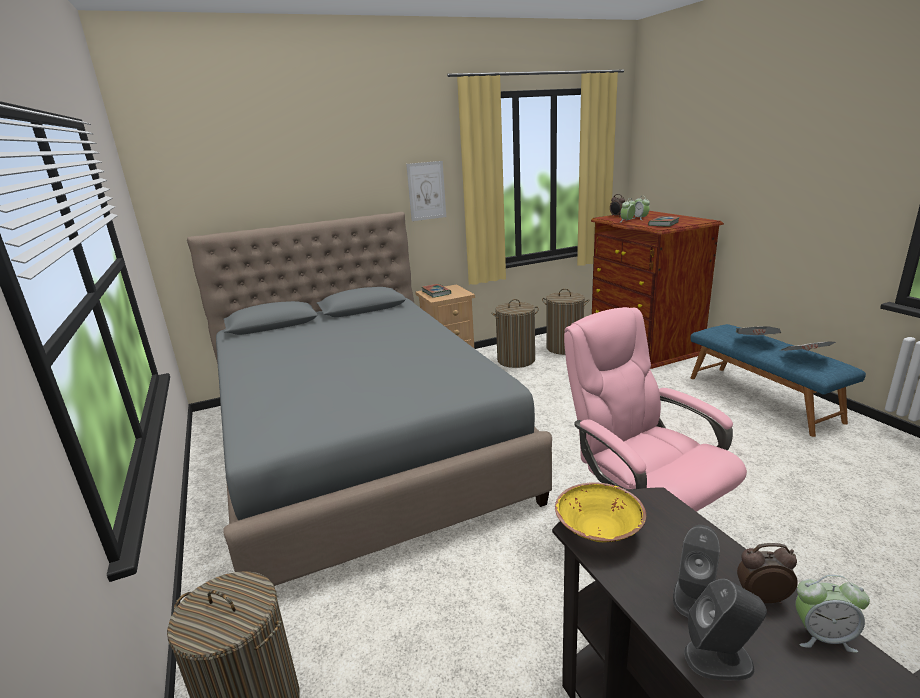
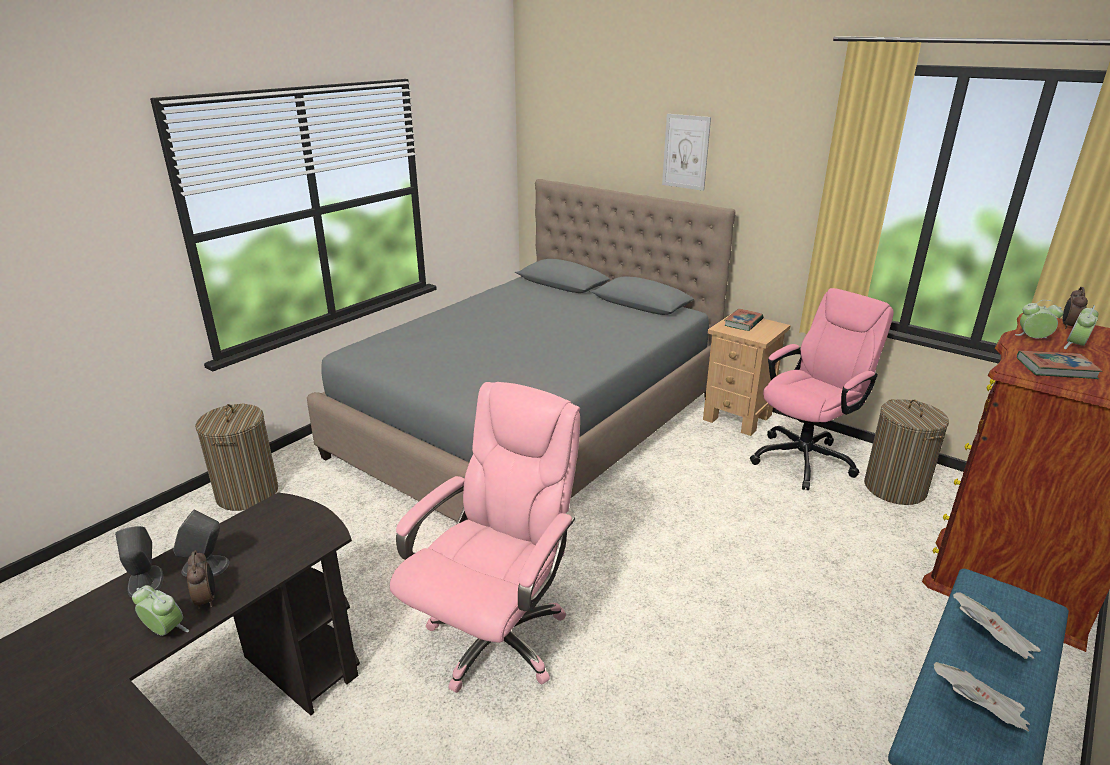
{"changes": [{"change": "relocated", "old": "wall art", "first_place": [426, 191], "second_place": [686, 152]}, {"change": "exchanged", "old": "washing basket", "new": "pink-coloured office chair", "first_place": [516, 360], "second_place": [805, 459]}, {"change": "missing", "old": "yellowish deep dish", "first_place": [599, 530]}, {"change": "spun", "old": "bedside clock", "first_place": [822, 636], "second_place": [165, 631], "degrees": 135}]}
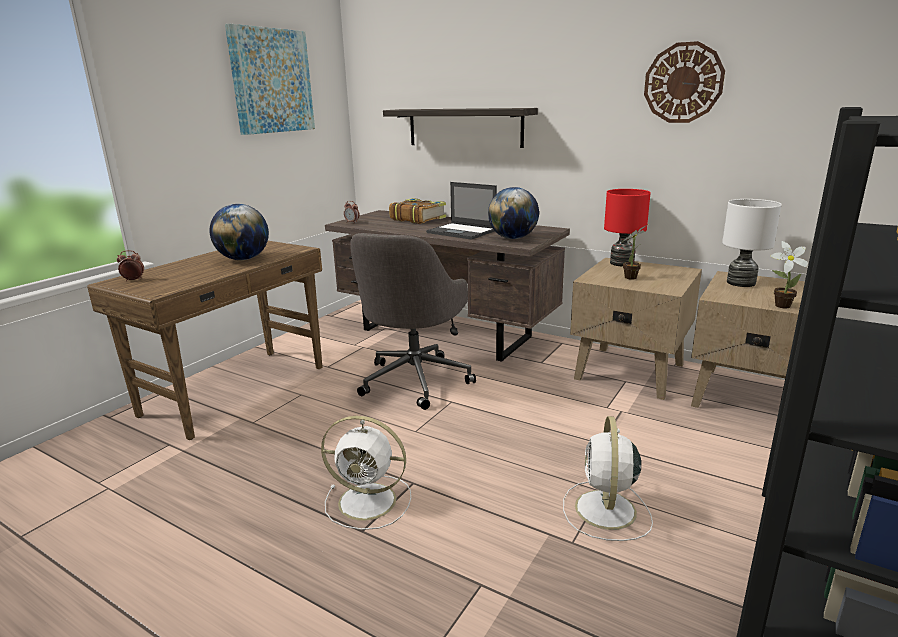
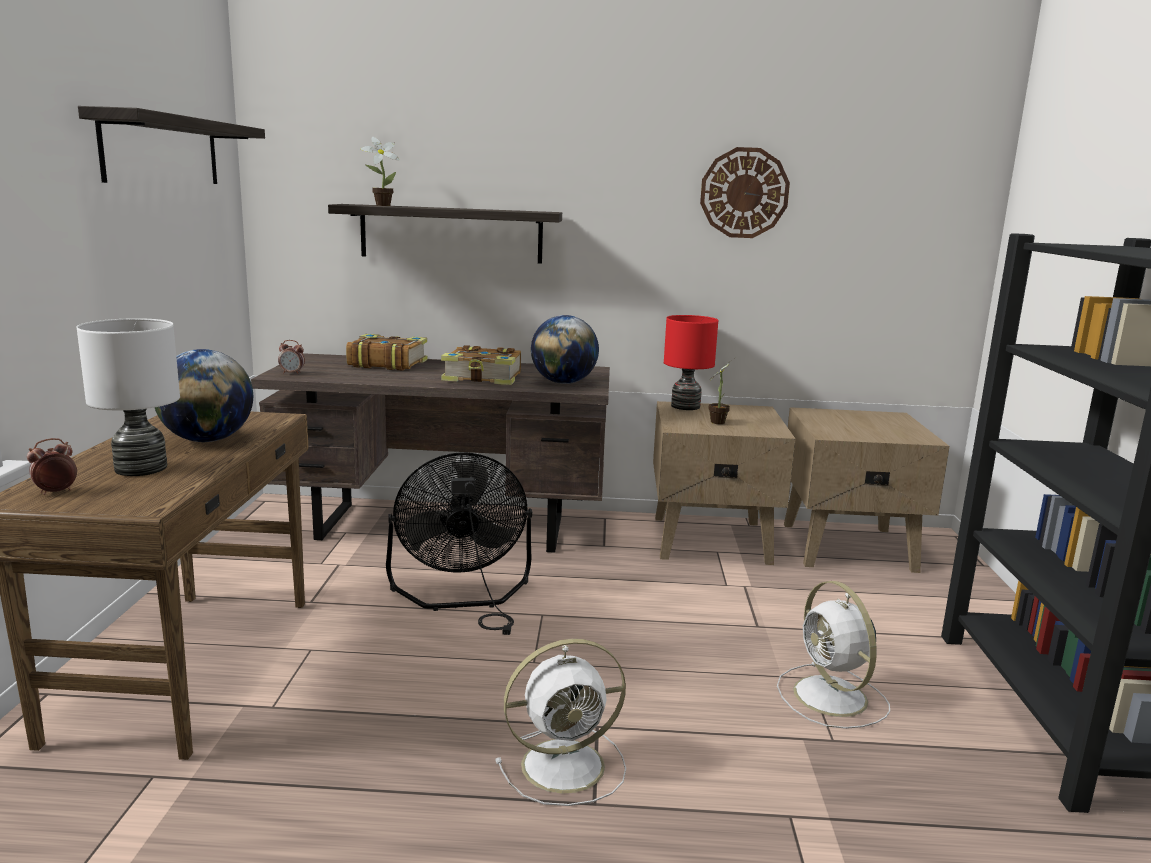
{"changes": [{"change": "exchanged", "old": "wall art", "new": "bracket shelf", "first_place": [271, 81], "second_place": [162, 151]}, {"change": "exchanged", "old": "grey office chair", "new": "black-coloured electric fan", "first_place": [415, 381], "second_place": [467, 598]}, {"change": "exchanged", "old": "portable computer", "new": "bound book", "first_place": [462, 232], "second_place": [483, 378]}, {"change": "relocated", "old": "white-coloured lamp for a table", "first_place": [741, 283], "second_place": [141, 468]}, {"change": "relocated", "old": "potted plant", "first_place": [779, 306], "second_place": [380, 205]}]}
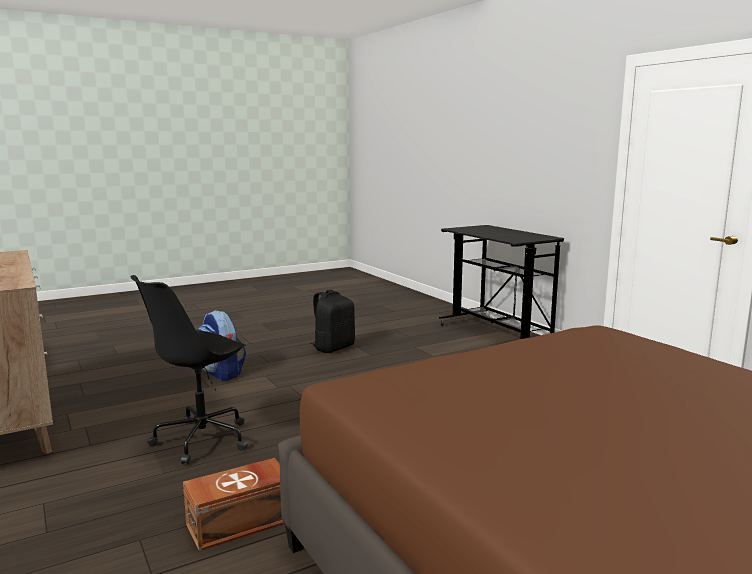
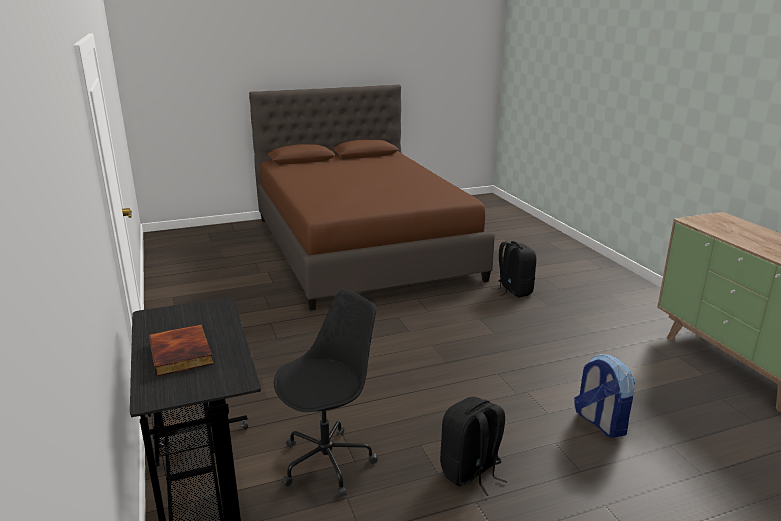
{"changes": [{"change": "relocated", "old": "black-coloured office chair", "first_place": [199, 441], "second_place": [329, 461]}, {"change": "exchanged", "old": "brown storage container", "new": "black-coloured backpack", "first_place": [242, 523], "second_place": [513, 290]}, {"change": "appeared", "new": "bound book", "second_place": [182, 353]}]}
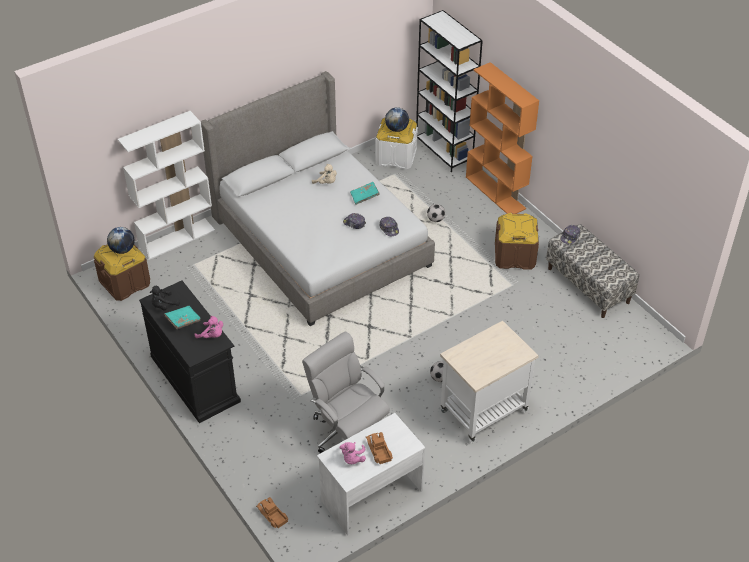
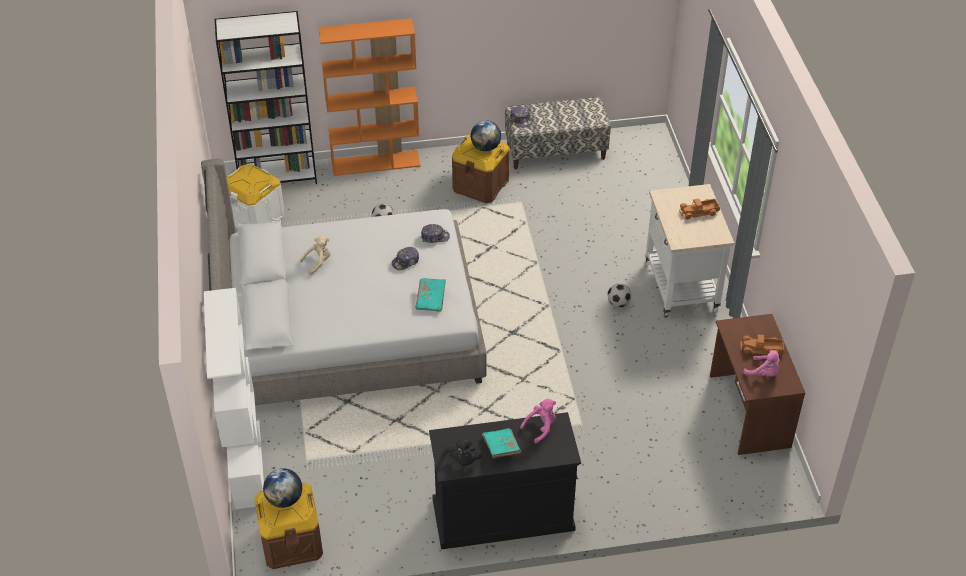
{"changes": [{"change": "relocated", "old": "toy lorry", "first_place": [272, 515], "second_place": [699, 212]}, {"change": "missing", "old": "grey office chair", "first_place": [347, 431]}, {"change": "colour", "old": "white-coloured desk unit", "new": "brown desk unit", "first_place": [371, 495], "second_place": [748, 411]}, {"change": "relocated", "old": "blue-green bound book", "first_place": [364, 197], "second_place": [431, 299]}, {"change": "relocated", "old": "desk globe", "first_place": [397, 129], "second_place": [485, 147]}]}
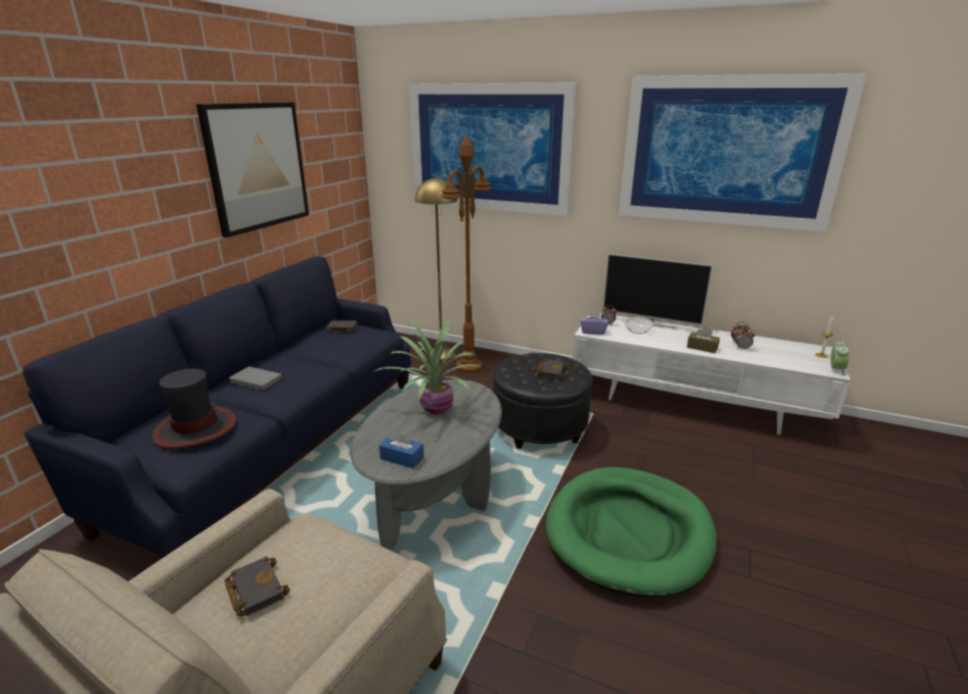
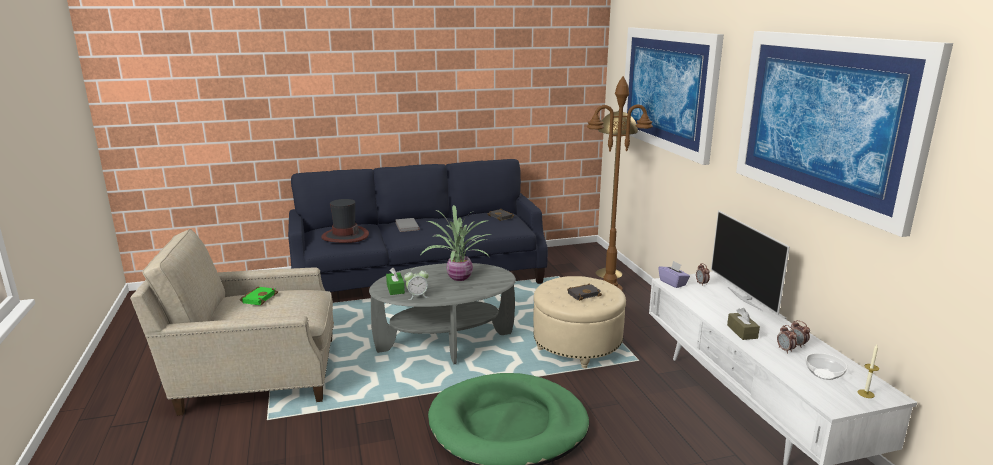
{"changes": [{"change": "missing", "old": "wall art", "first_place": [257, 166]}, {"change": "colour", "old": "black-coloured bound book", "new": "greenish bound book", "first_place": [254, 589], "second_place": [259, 298]}, {"change": "colour", "old": "bluish box of tissues", "new": "greenish box of tissues", "first_place": [402, 458], "second_place": [395, 288]}, {"change": "colour", "old": "black-coloured pouffe", "new": "sand-coloured pouffe", "first_place": [539, 429], "second_place": [577, 348]}, {"change": "relocated", "old": "deep dish", "first_place": [637, 331], "second_place": [823, 374]}, {"change": "relocated", "old": "bedside clock", "first_place": [835, 370], "second_place": [417, 296]}]}
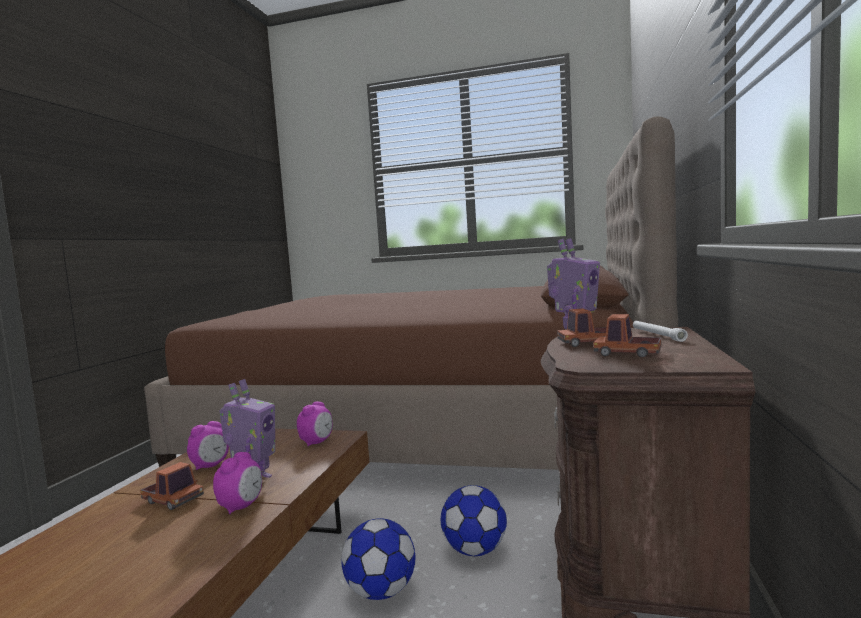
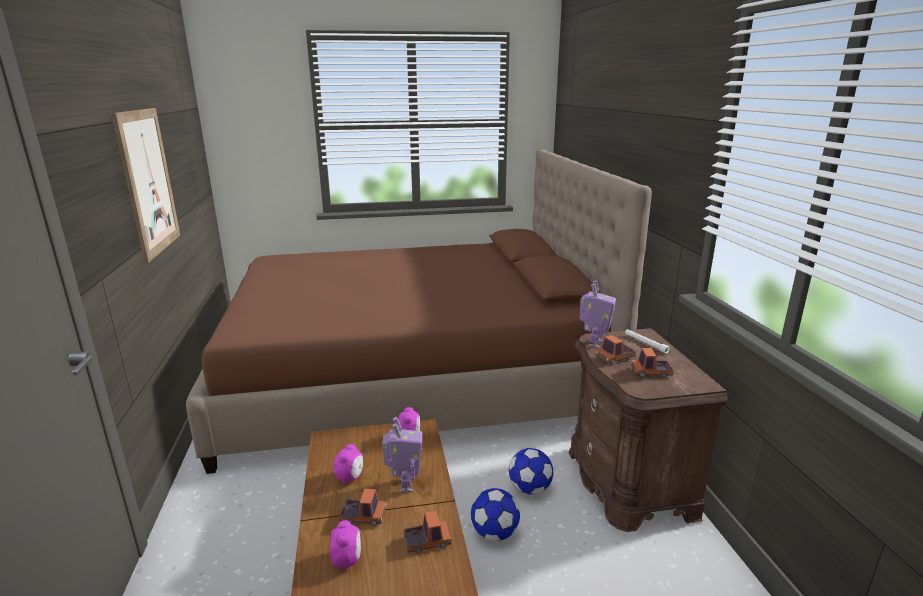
{"changes": [{"change": "relocated", "old": "bedside clock", "first_place": [241, 506], "second_place": [347, 560]}, {"change": "appeared", "new": "wall art", "second_place": [148, 182]}, {"change": "appeared", "new": "toy lorry", "second_place": [427, 541]}]}
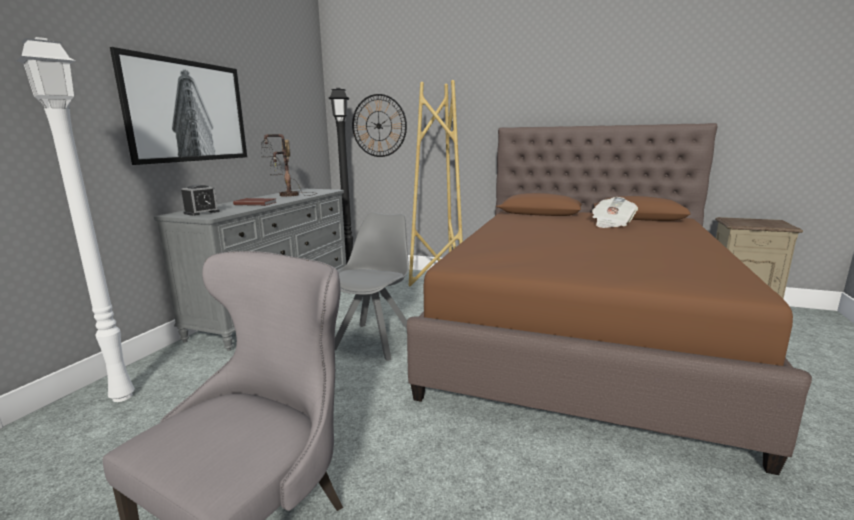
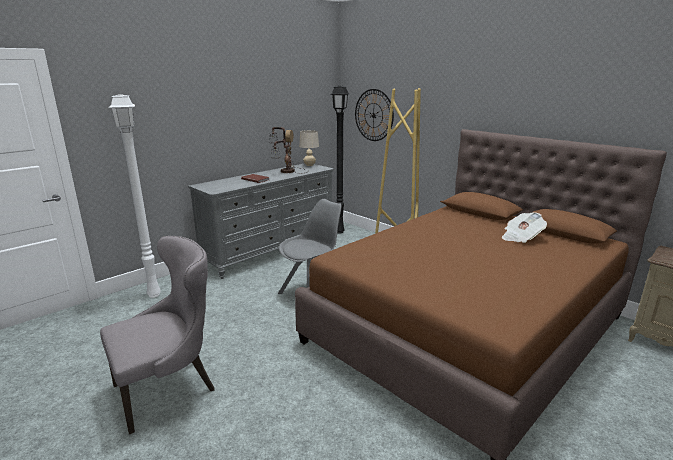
{"changes": [{"change": "missing", "old": "wall art", "first_place": [188, 111]}, {"change": "missing", "old": "bedside clock", "first_place": [202, 212]}, {"change": "appeared", "new": "sand-coloured lamp for a table", "second_place": [309, 165]}]}
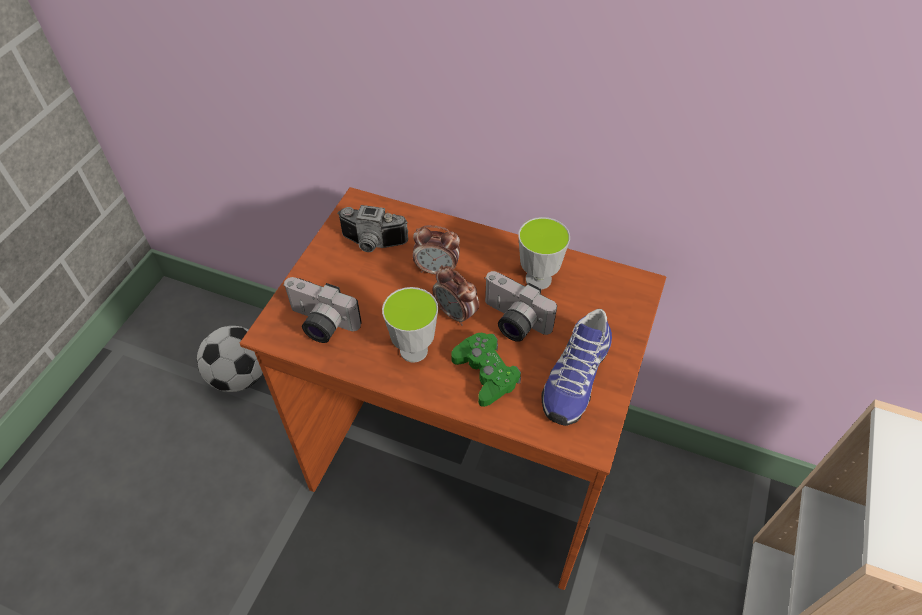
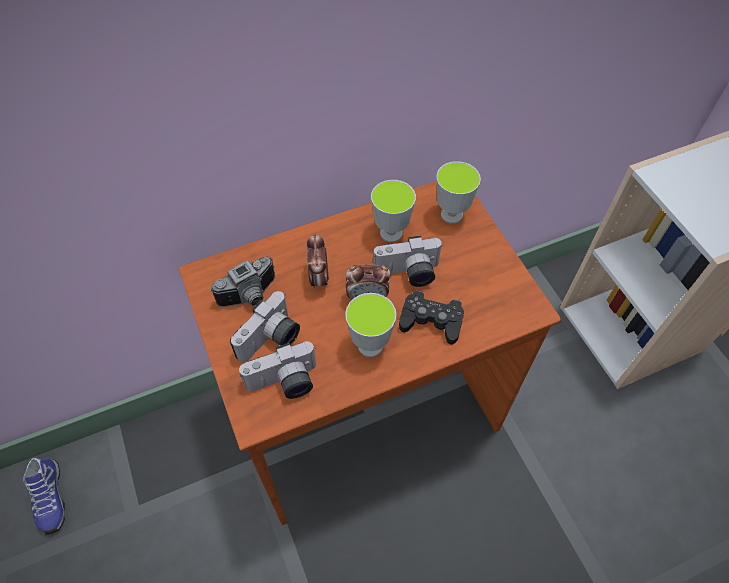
{"changes": [{"change": "missing", "old": "football", "first_place": [240, 376]}, {"change": "spun", "old": "bedside clock", "first_place": [437, 270], "second_place": [319, 278], "degrees": 120}, {"change": "colour", "old": "greenish game controller", "new": "black-coloured game controller", "first_place": [486, 373], "second_place": [431, 321]}, {"change": "relocated", "old": "item of footwear", "first_place": [573, 378], "second_place": [49, 498]}, {"change": "appeared", "new": "photo camera", "second_place": [271, 340]}, {"change": "appeared", "new": "drinking cup", "second_place": [451, 214]}]}
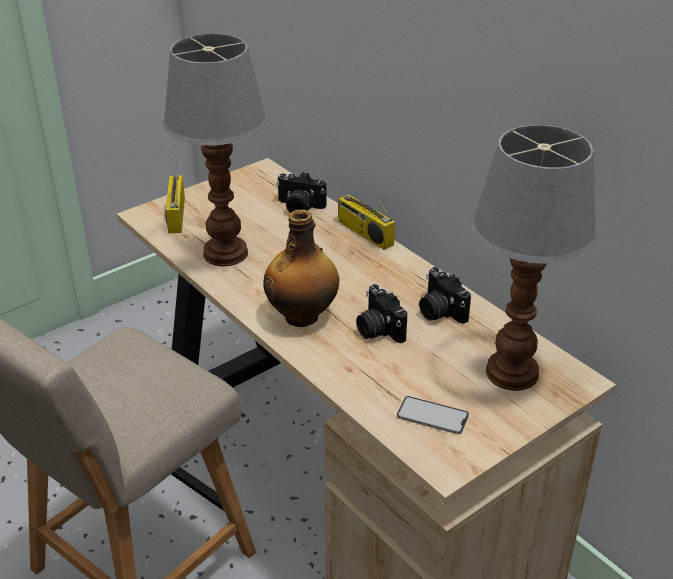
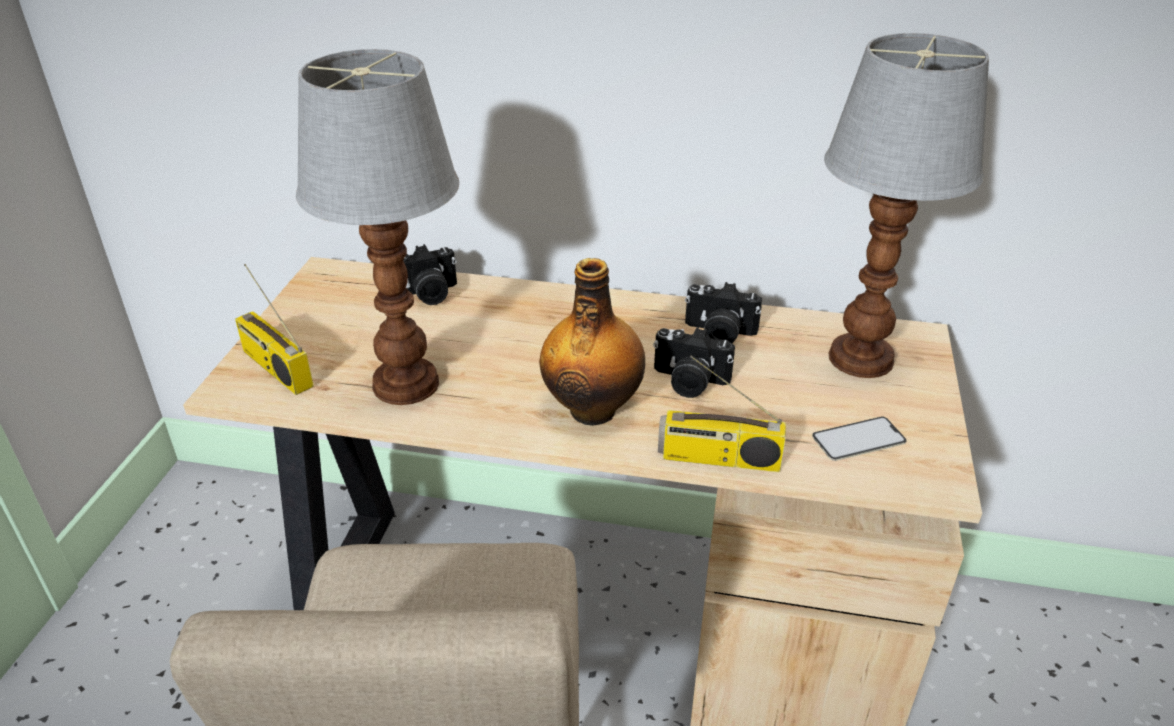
{"changes": [{"change": "relocated", "old": "radio", "first_place": [363, 233], "second_place": [718, 459]}]}
